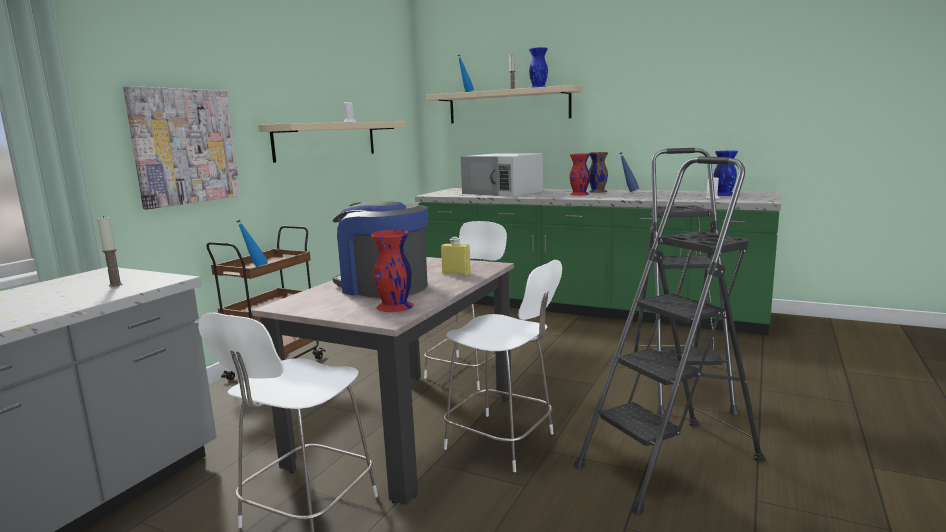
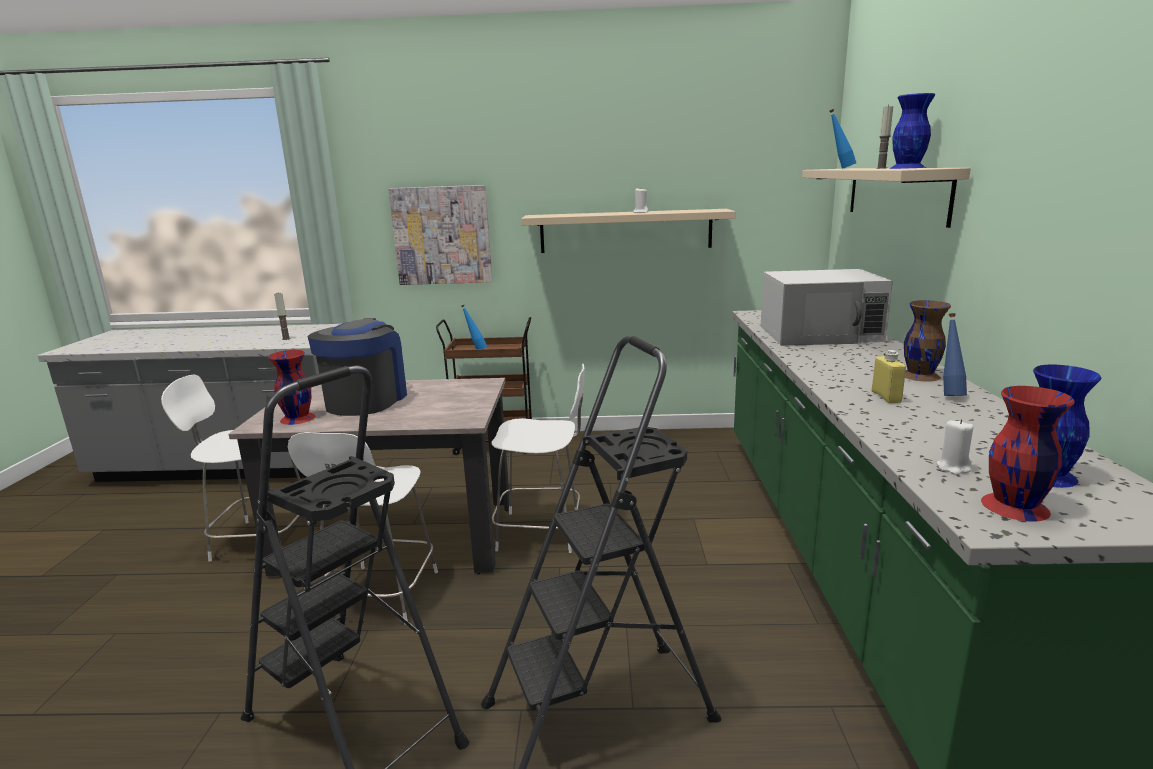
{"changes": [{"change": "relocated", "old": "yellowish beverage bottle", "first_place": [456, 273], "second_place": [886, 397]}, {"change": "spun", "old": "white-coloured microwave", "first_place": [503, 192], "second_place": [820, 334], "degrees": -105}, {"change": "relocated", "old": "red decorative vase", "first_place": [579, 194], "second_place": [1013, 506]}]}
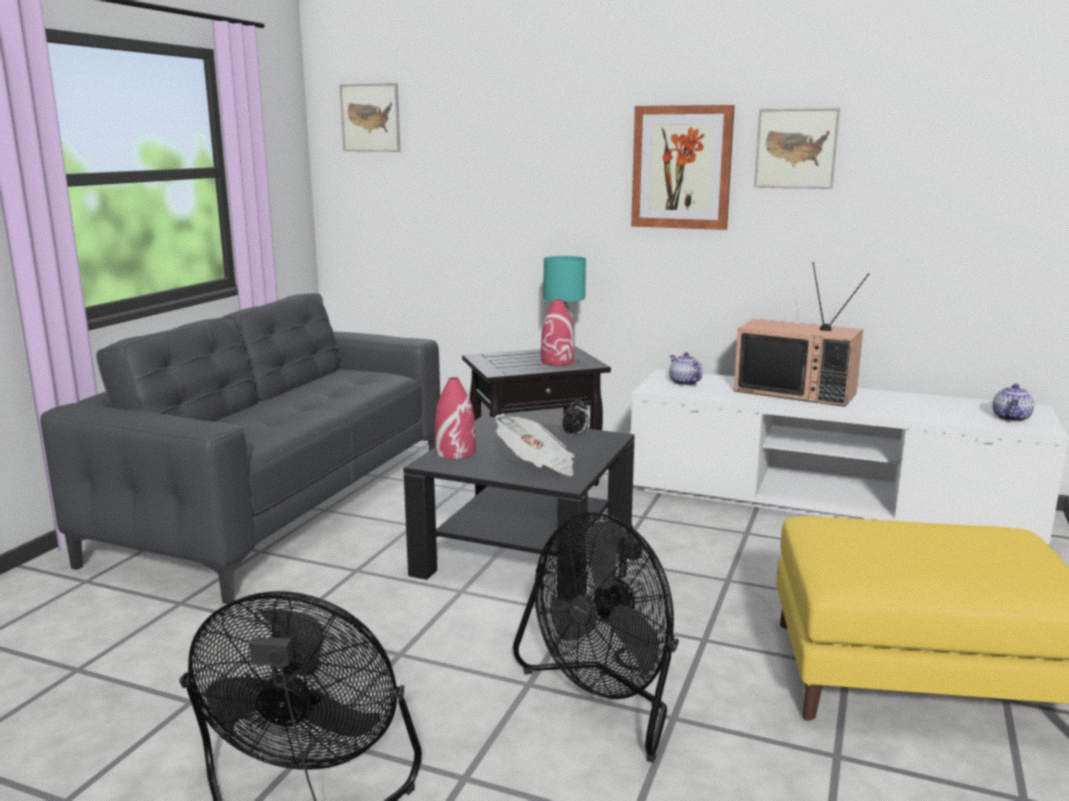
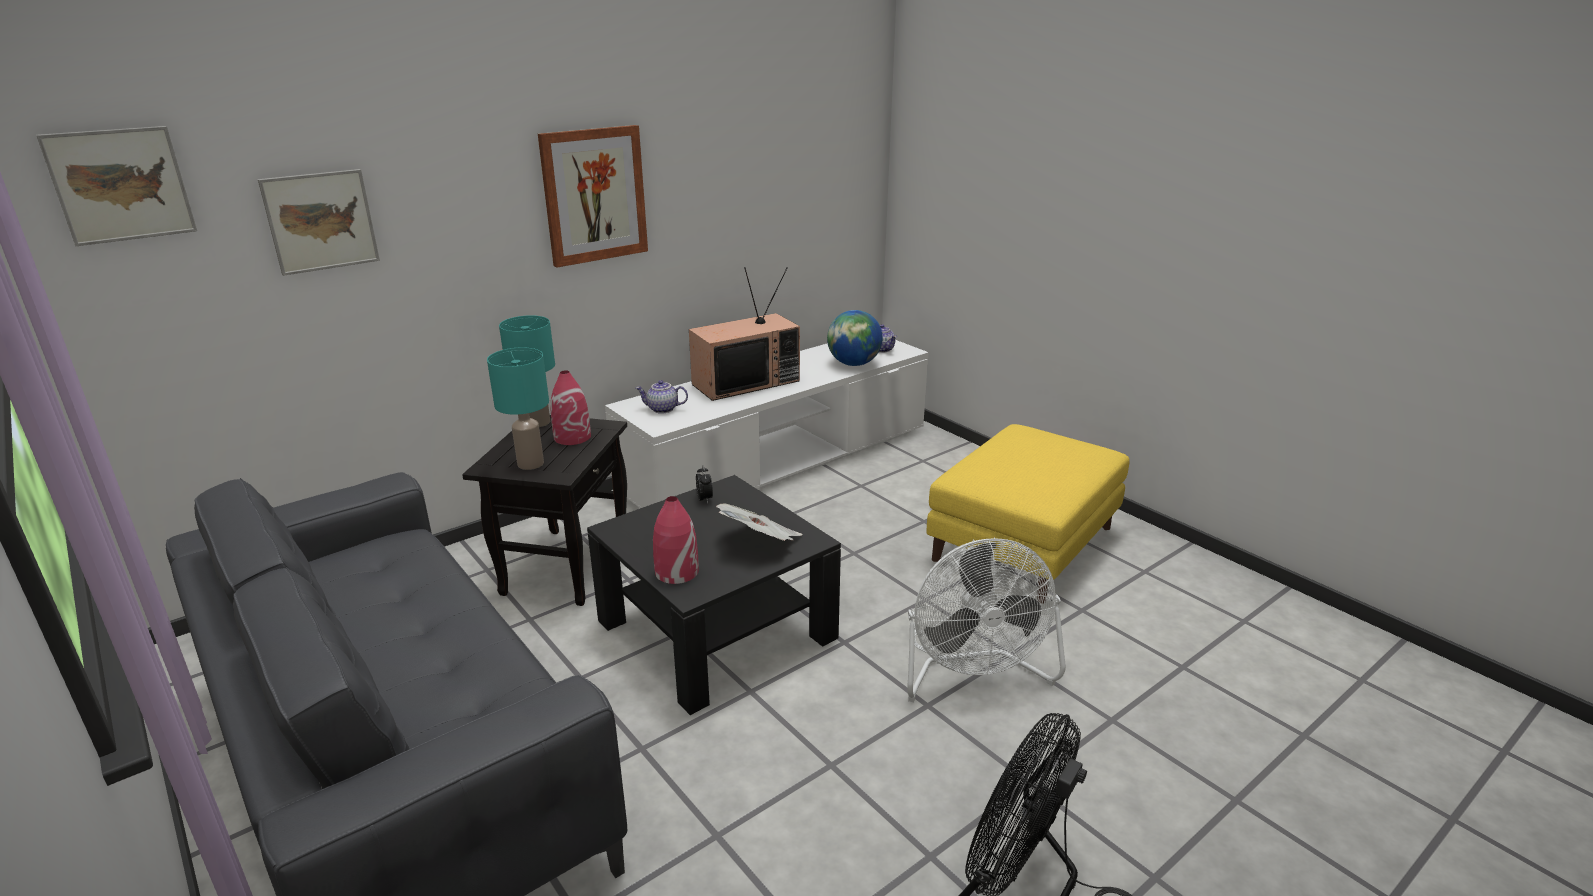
{"changes": [{"change": "colour", "old": "black-coloured electric fan", "new": "white-coloured electric fan", "first_place": [606, 695], "second_place": [966, 672]}, {"change": "relocated", "old": "wall art", "first_place": [796, 148], "second_place": [321, 221]}, {"change": "appeared", "new": "blue-green lamp for a table", "second_place": [531, 464]}, {"change": "appeared", "new": "desk globe", "second_place": [854, 364]}]}
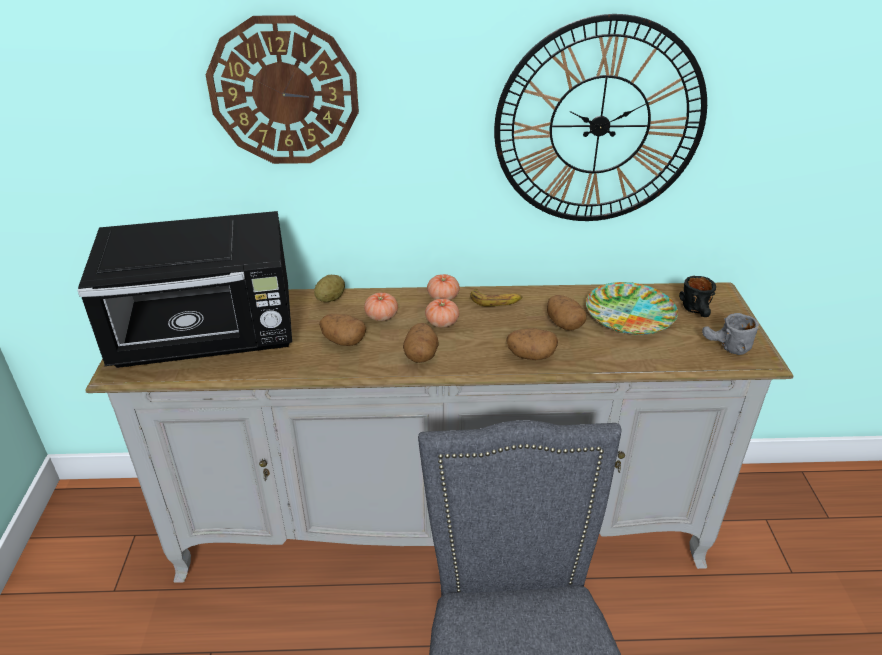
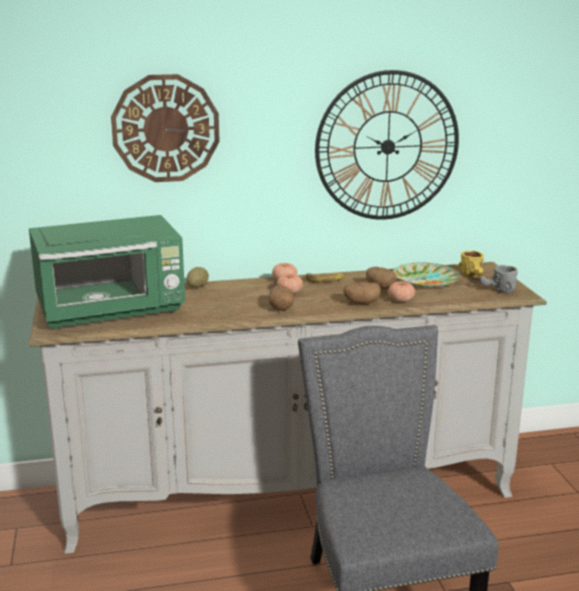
{"changes": [{"change": "colour", "old": "black-coloured microwave", "new": "greenish microwave", "first_place": [209, 336], "second_place": [112, 310]}, {"change": "missing", "old": "spud", "first_place": [343, 341]}, {"change": "relocated", "old": "tomato", "first_place": [381, 316], "second_place": [401, 300]}, {"change": "colour", "old": "black-coloured tea mug", "new": "yellowish tea mug", "first_place": [698, 312], "second_place": [474, 276]}]}
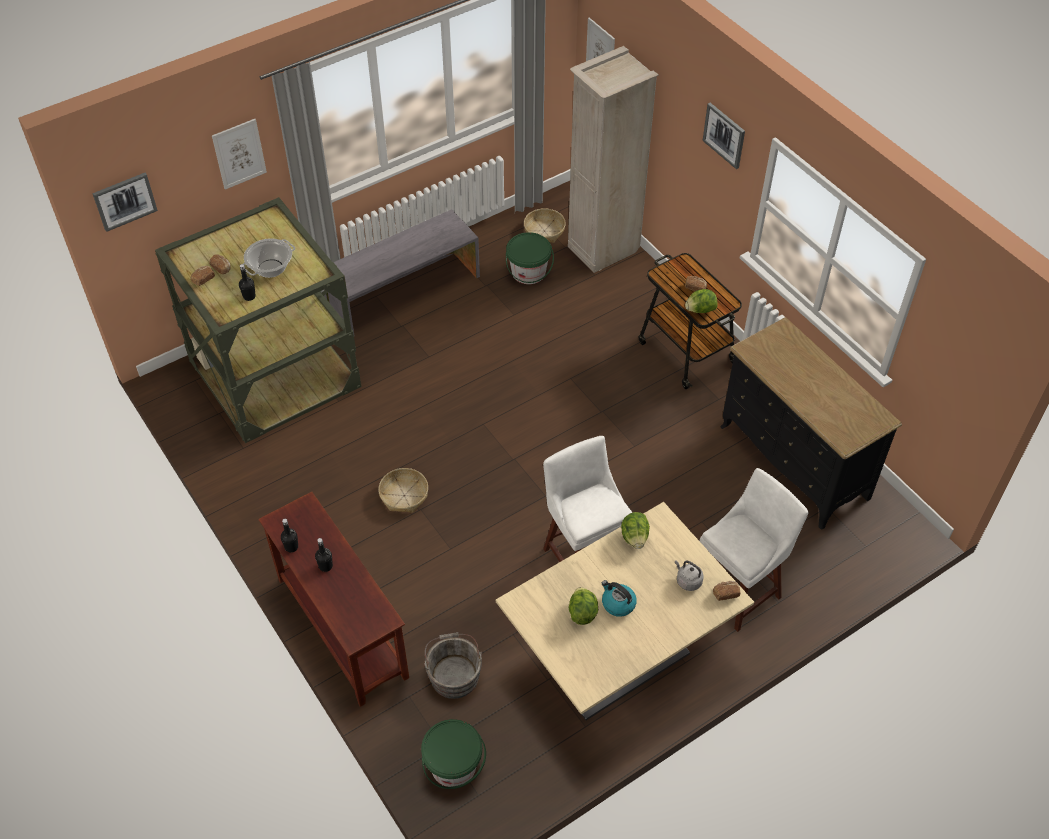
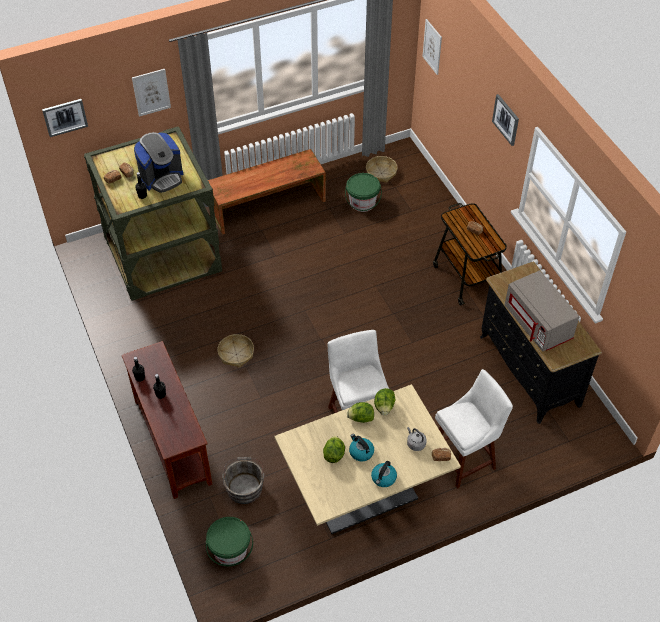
{"changes": [{"change": "exchanged", "old": "cooking pot", "new": "coffee machine", "first_place": [270, 268], "second_place": [162, 177]}, {"change": "colour", "old": "grey indoor bench", "new": "brown indoor bench", "first_place": [404, 290], "second_place": [268, 205]}, {"change": "missing", "old": "sand-coloured storage cabinet", "first_place": [603, 249]}, {"change": "relocated", "old": "lettuce", "first_place": [700, 310], "second_place": [361, 418]}, {"change": "appeared", "new": "tea kettle", "second_place": [383, 478]}, {"change": "appeared", "new": "grey microwave", "second_place": [538, 324]}]}
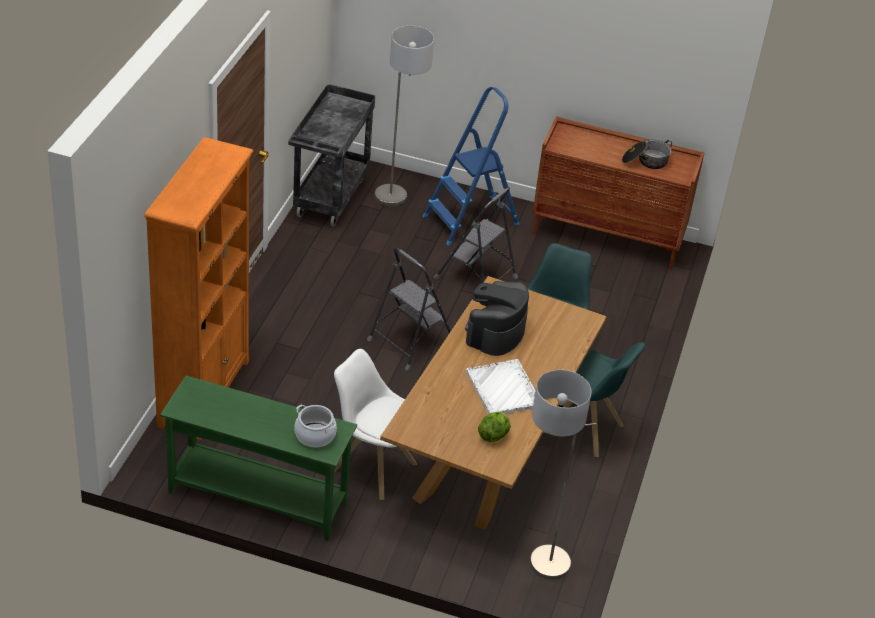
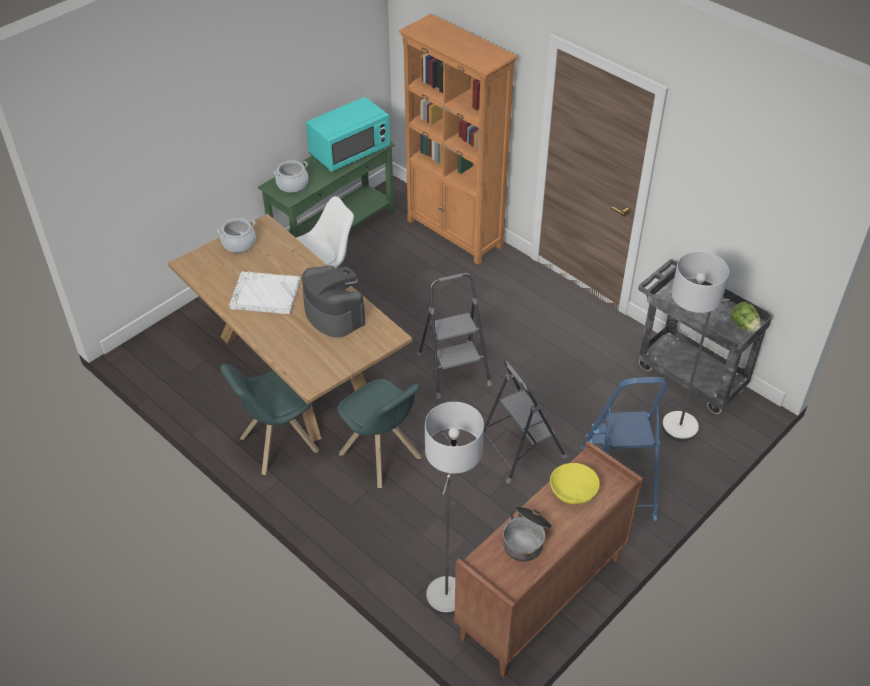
{"changes": [{"change": "relocated", "old": "lettuce", "first_place": [494, 435], "second_place": [744, 326]}, {"change": "relocated", "old": "grey standard lamp", "first_place": [537, 565], "second_place": [449, 586]}, {"change": "appeared", "new": "cooking pot", "second_place": [239, 243]}, {"change": "appeared", "new": "blue-green microwave", "second_place": [349, 152]}, {"change": "appeared", "new": "yellowish deep dish", "second_place": [573, 491]}]}
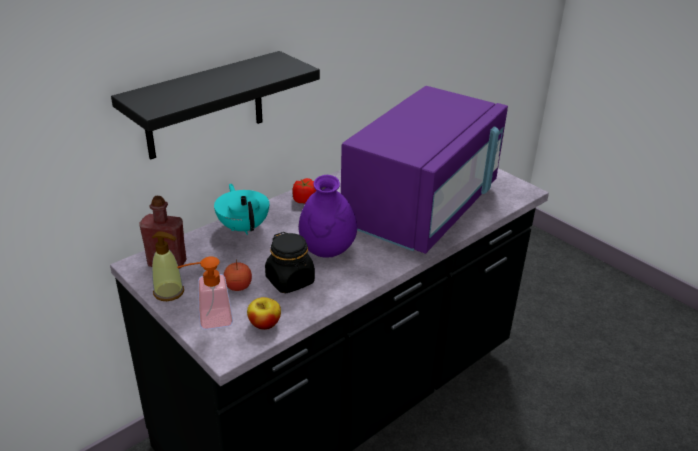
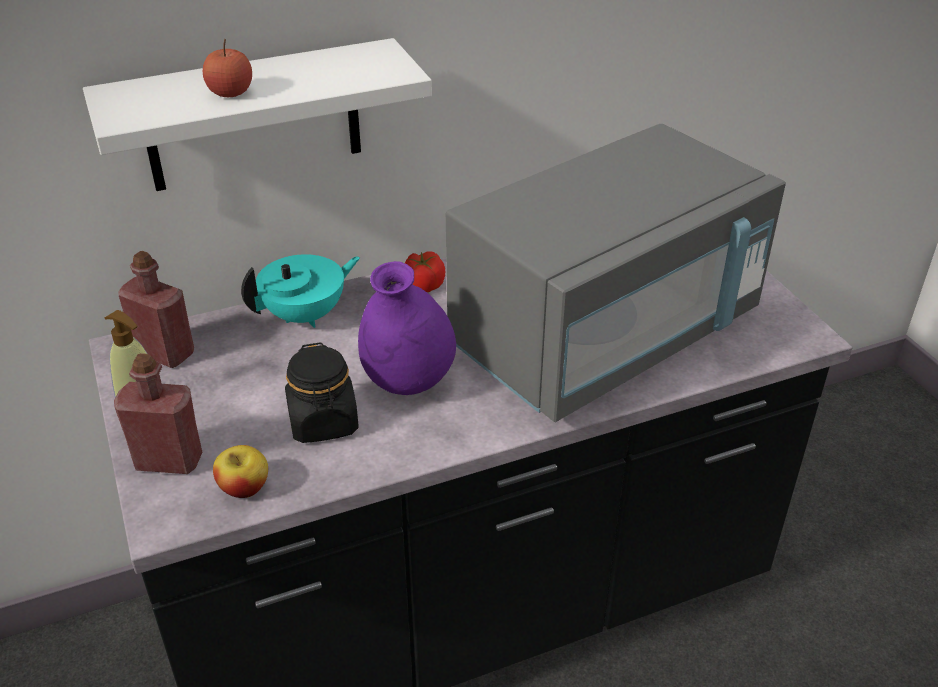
{"changes": [{"change": "colour", "old": "black-coloured bracket shelf", "new": "white-coloured bracket shelf", "first_place": [204, 106], "second_place": [253, 117]}, {"change": "exchanged", "old": "liquid soap bottle", "new": "red beverage bottle", "first_place": [208, 320], "second_place": [169, 461]}, {"change": "spun", "old": "blue-green tea pot", "first_place": [243, 227], "second_place": [306, 315], "degrees": 60}, {"change": "relocated", "old": "whole apple", "first_place": [238, 286], "second_place": [230, 93]}, {"change": "colour", "old": "purple microwave", "new": "grey microwave", "first_place": [422, 208], "second_place": [606, 335]}]}
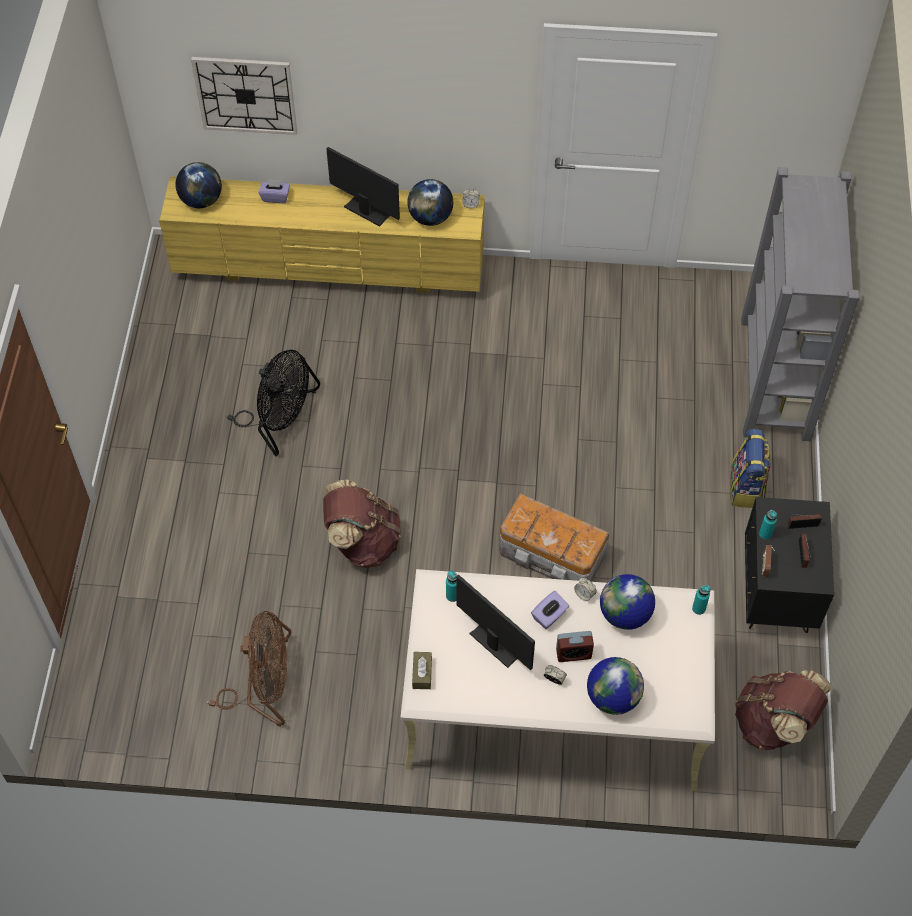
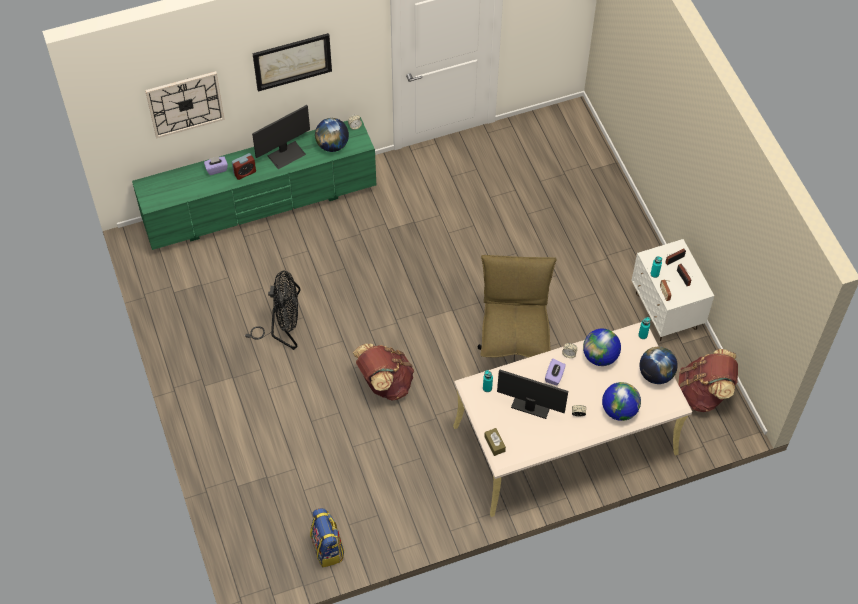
{"changes": [{"change": "colour", "old": "yellowish storage cabinet", "new": "greenish storage cabinet", "first_place": [329, 271], "second_place": [260, 208]}, {"change": "relocated", "old": "desk globe", "first_place": [201, 200], "second_place": [656, 374]}, {"change": "missing", "old": "brown electric fan", "first_place": [263, 685]}, {"change": "spun", "old": "computer screen", "first_place": [368, 209], "second_place": [286, 154], "degrees": 135}, {"change": "exchanged", "old": "storage container", "new": "sand-coloured office chair", "first_place": [552, 555], "second_place": [513, 343]}, {"change": "relocated", "old": "bedside clock", "first_place": [573, 654], "second_place": [244, 172]}, {"change": "relocated", "old": "backpack", "first_place": [746, 487], "second_place": [328, 548]}, {"change": "missing", "old": "grey bookcase", "first_place": [775, 378]}, {"change": "colour", "old": "black-coloured nightstand", "new": "white-coloured nightstand", "first_place": [777, 594], "second_place": [666, 312]}, {"change": "appeared", "new": "wall art", "second_place": [292, 61]}]}
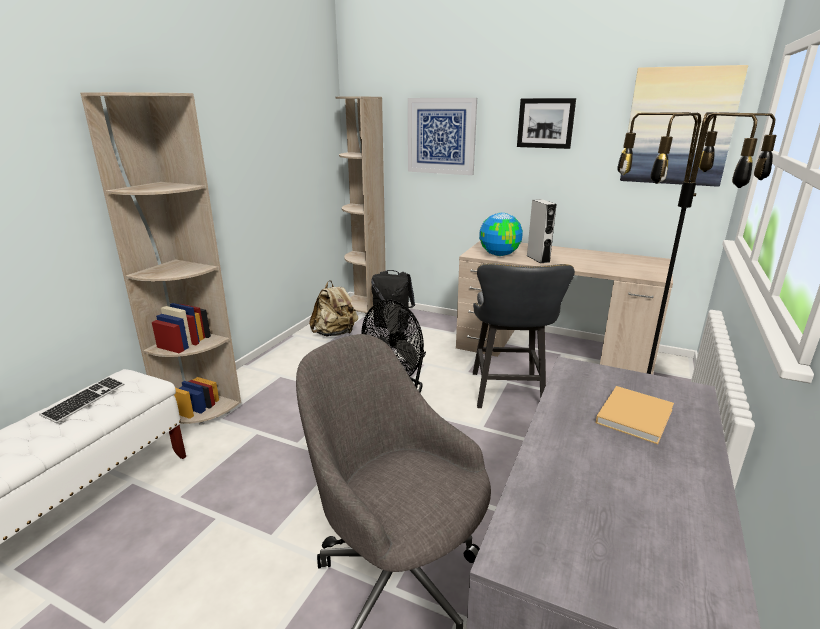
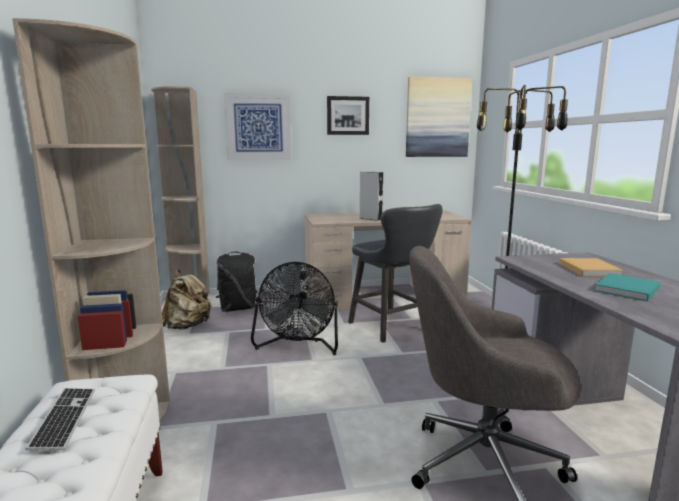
{"changes": [{"change": "missing", "old": "desk globe", "first_place": [498, 254]}, {"change": "appeared", "new": "blue-green bound book", "second_place": [626, 289]}]}
